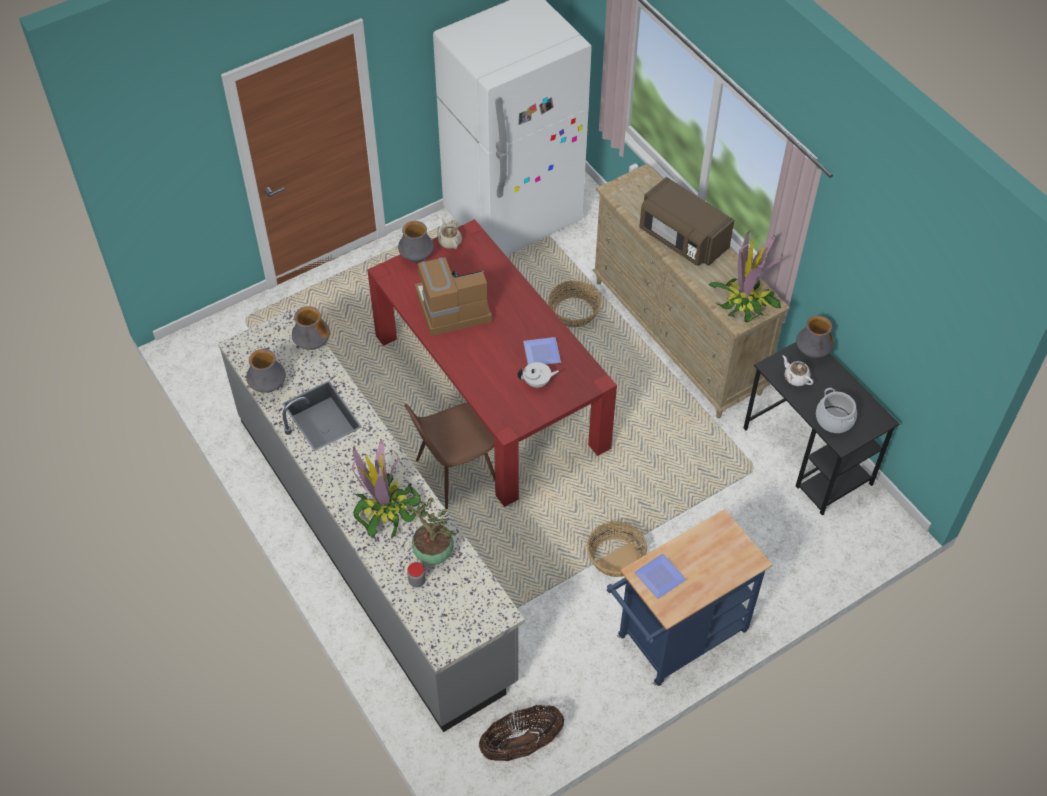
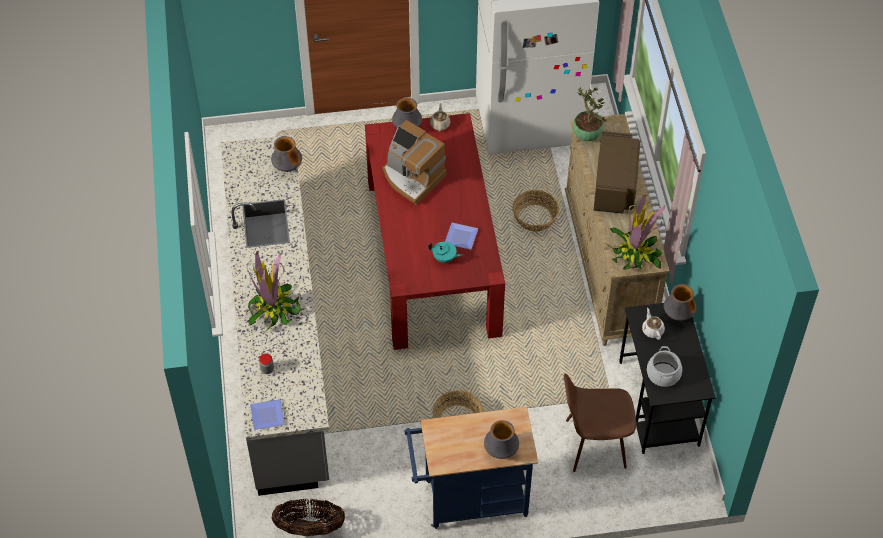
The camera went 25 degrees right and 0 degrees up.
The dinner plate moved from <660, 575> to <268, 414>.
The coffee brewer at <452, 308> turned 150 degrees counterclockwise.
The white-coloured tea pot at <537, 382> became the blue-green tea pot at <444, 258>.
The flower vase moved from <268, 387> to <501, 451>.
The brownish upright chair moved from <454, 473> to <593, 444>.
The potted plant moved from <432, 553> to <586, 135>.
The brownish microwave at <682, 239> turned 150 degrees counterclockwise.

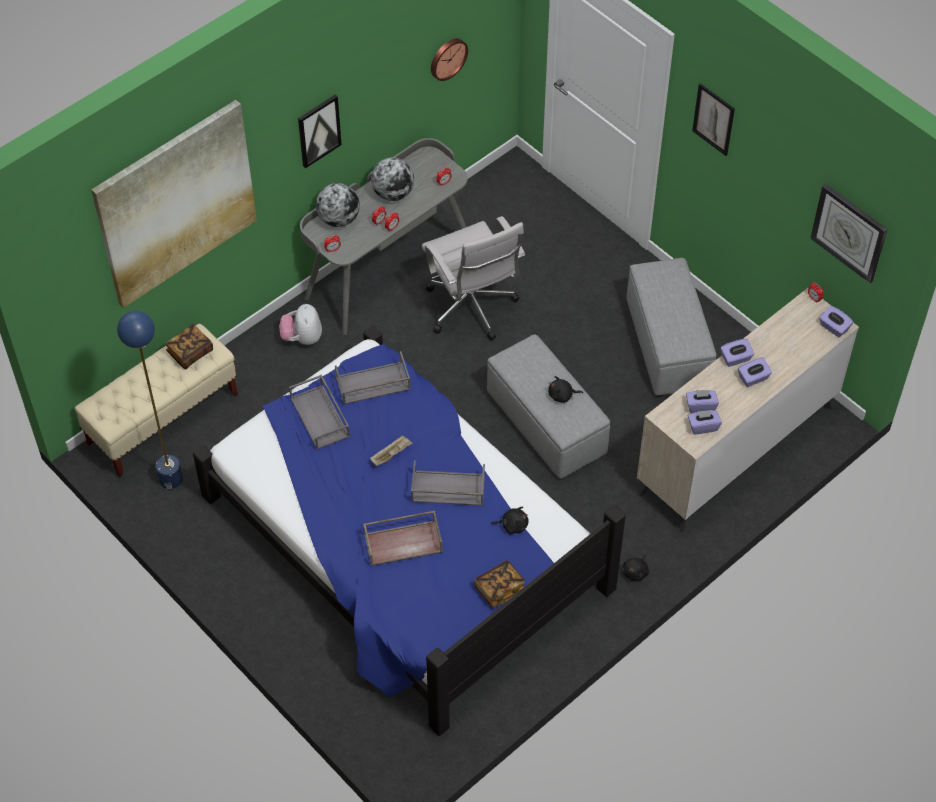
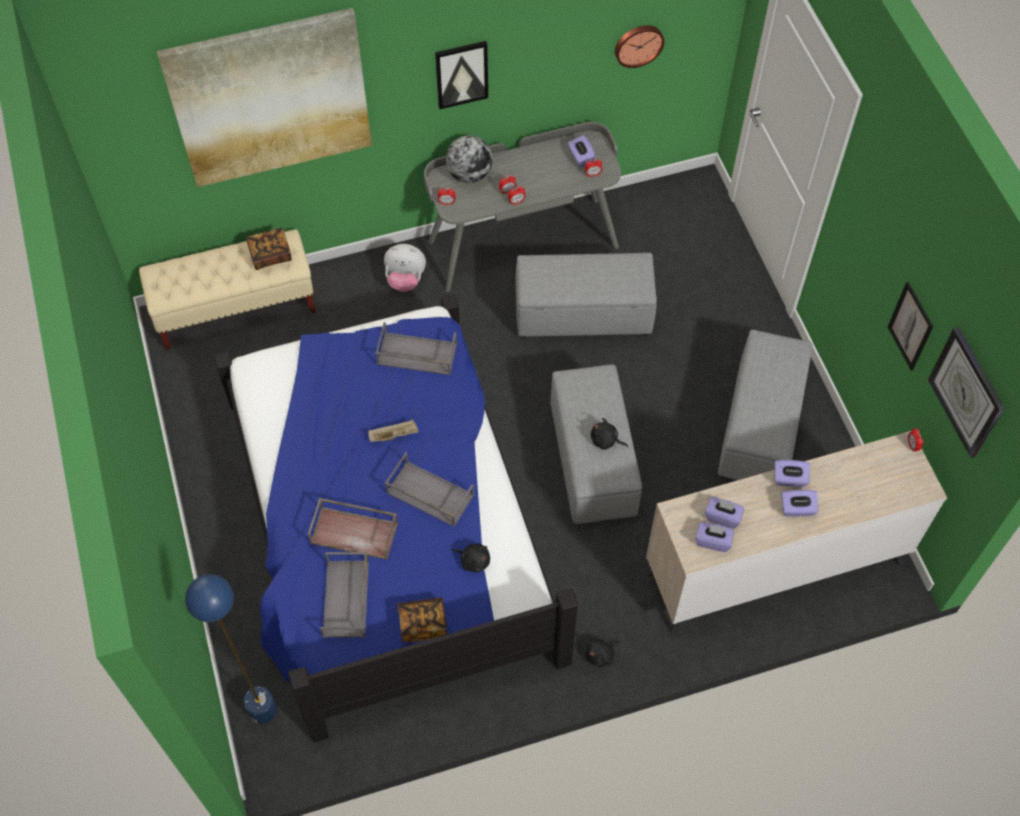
The camera went 25 degrees right and 5 degrees up.
The bluish floor lamp moved from <170, 478> to <262, 709>.
The greyish carrying tray moved from <321, 417> to <347, 599>.
The plush toy at <302, 338> turned 105 degrees counterclockwise.
The white-coloured computer chair at <472, 310> was replaced by the greyish footrest at <582, 314>.
The purple-coloured box of tissues moved from <834, 327> to <580, 158>.
The wall picture moved from <713, 119> to <910, 326>.
The globe at <393, 193> disappeared.

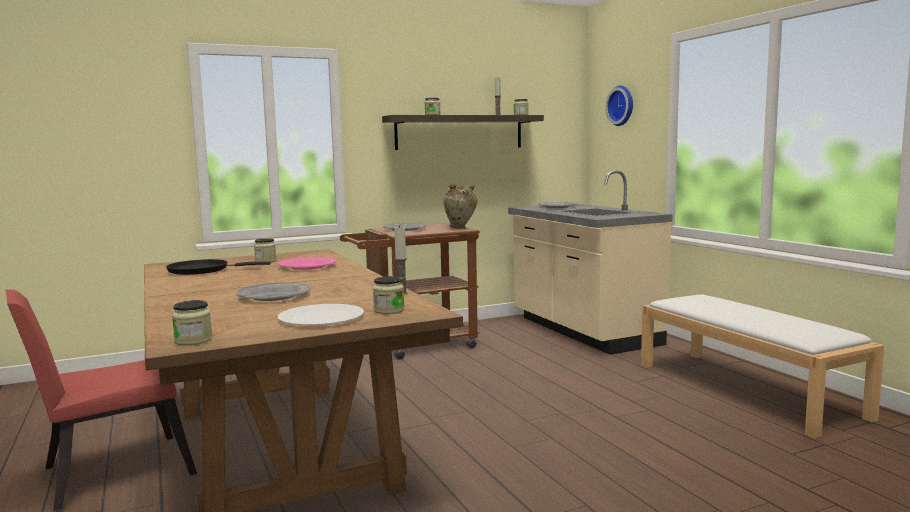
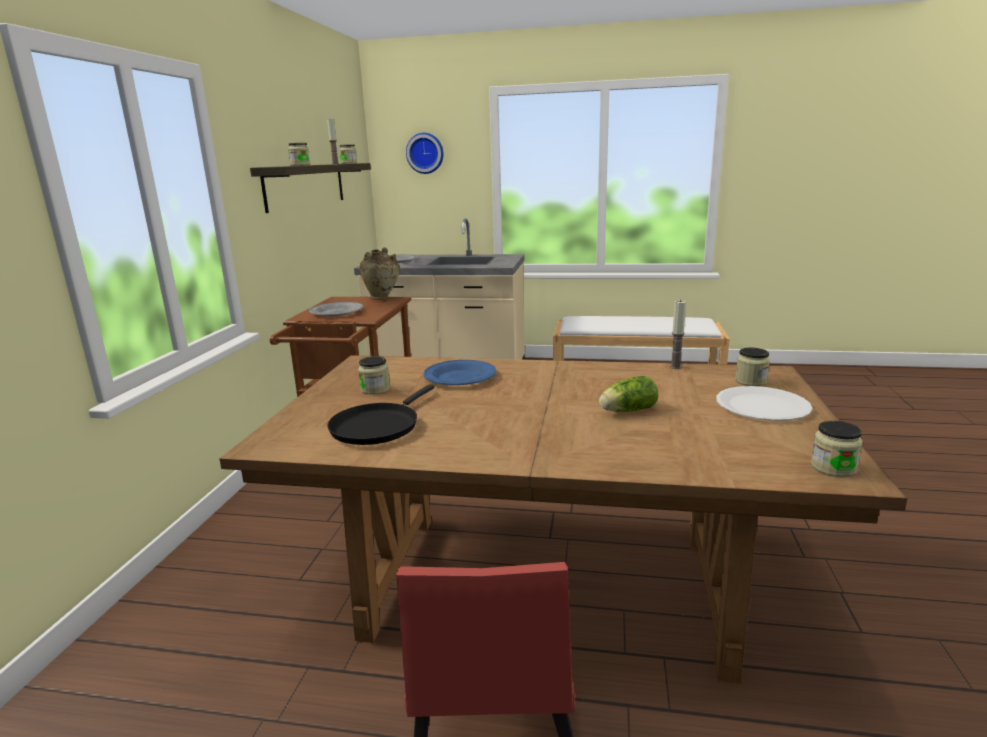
The camera went 55 degrees left and 10 degrees up.
The pink dinner plate at <307, 266> became the bluish dinner plate at <460, 377>.
The greyish dinner plate at <274, 296> was replaced by the head of lettuce at <626, 411>.

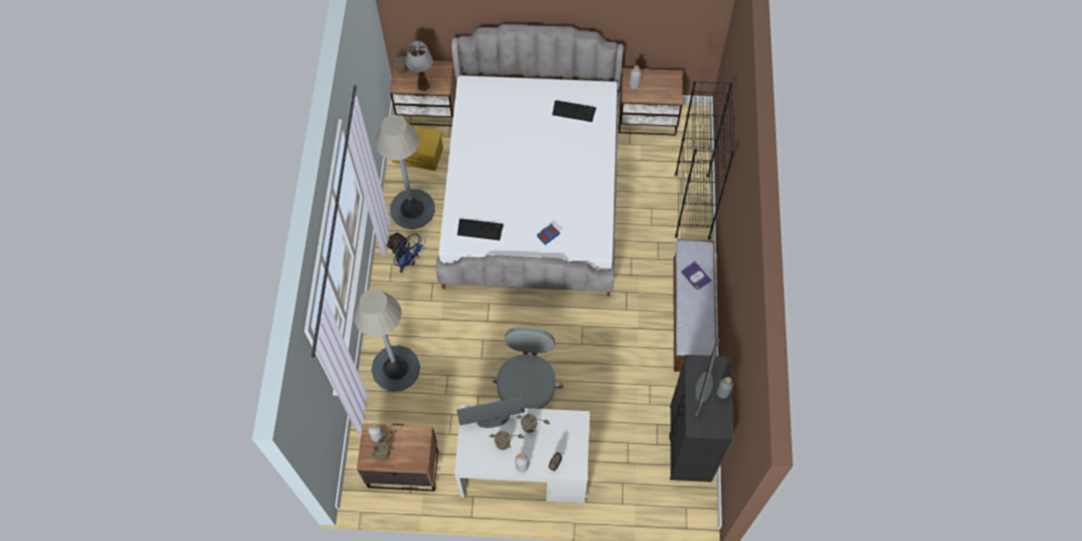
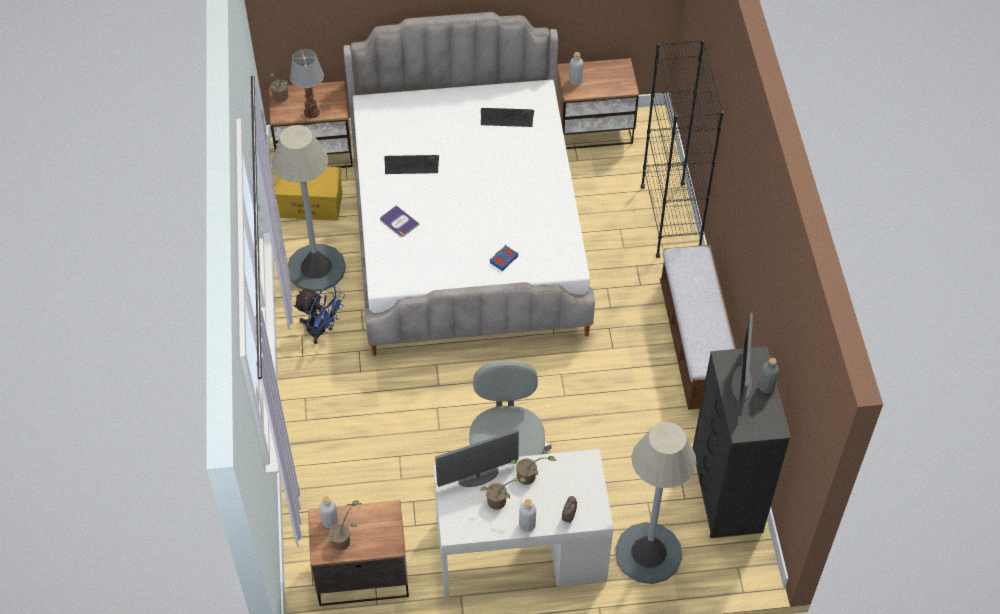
The camera went 10 degrees left and 10 degrees down.
The bound book moved from <696, 276> to <399, 222>.
The PC keyboard moved from <480, 229> to <411, 165>.
The greyish floor lamp moved from <395, 368> to <648, 553>.

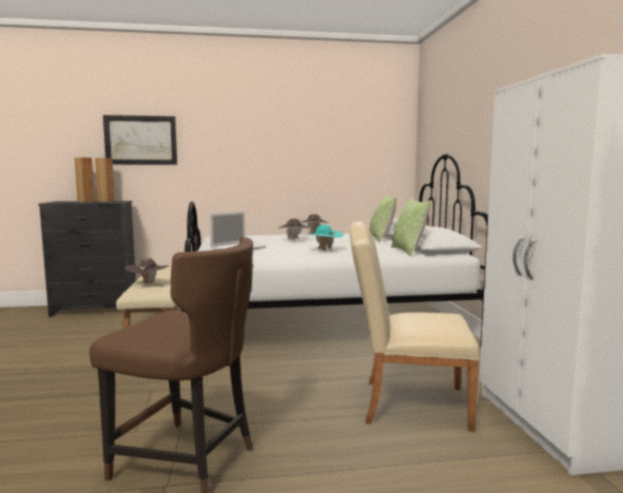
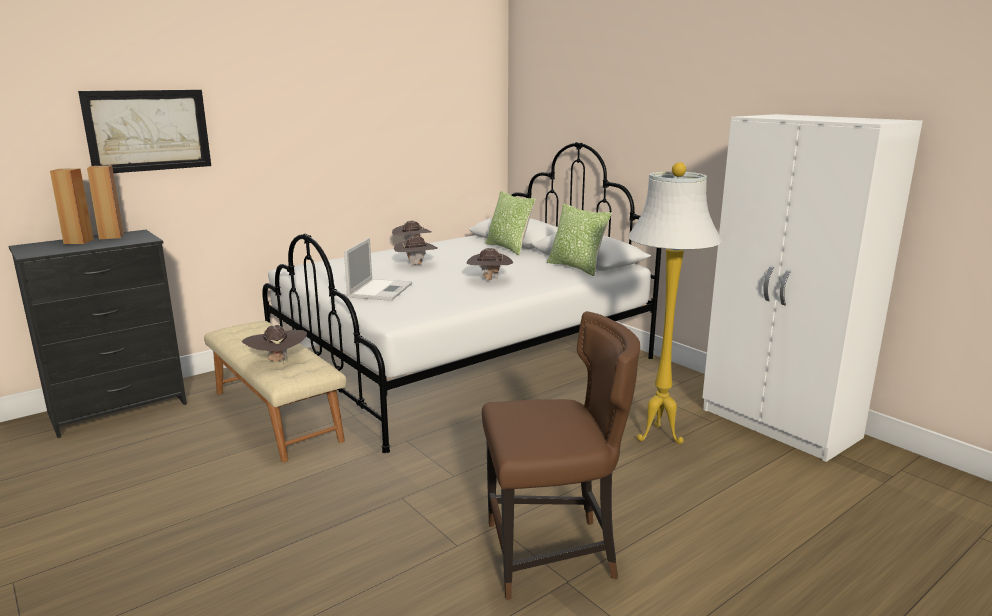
The camera went 30 degrees left and 10 degrees up.
The blue-green hat at <323, 250> became the brownish hat at <489, 280>.
The beige upright chair at <406, 403> was replaced by the white-coloured floor lamp at <657, 436>.

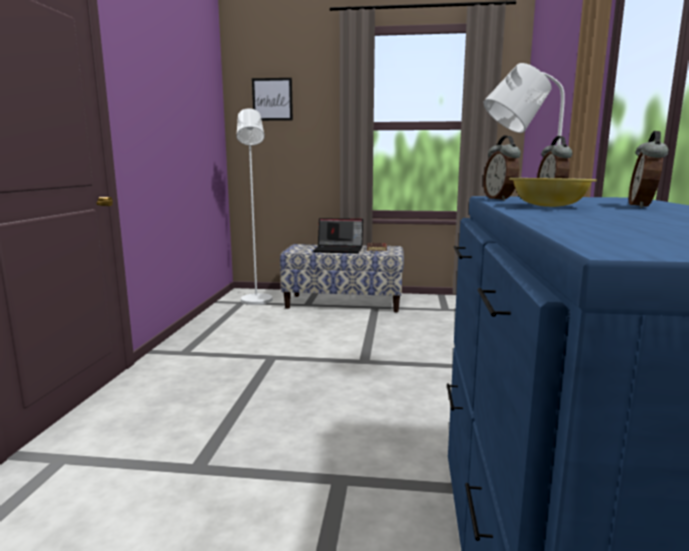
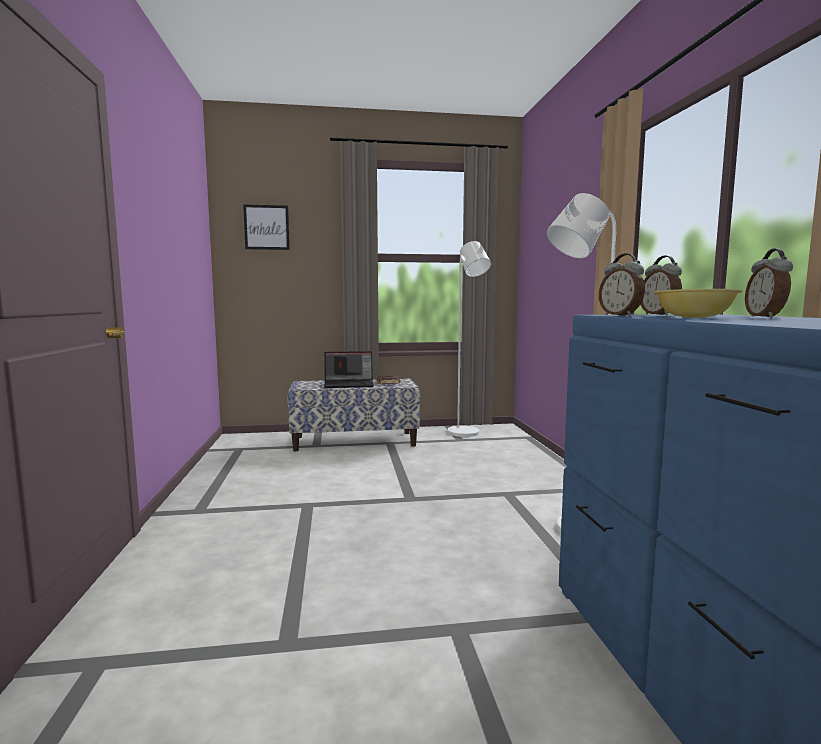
The camera went 15 degrees left and 5 degrees down.
The white-coloured floor lamp moved from <257, 302> to <466, 434>.

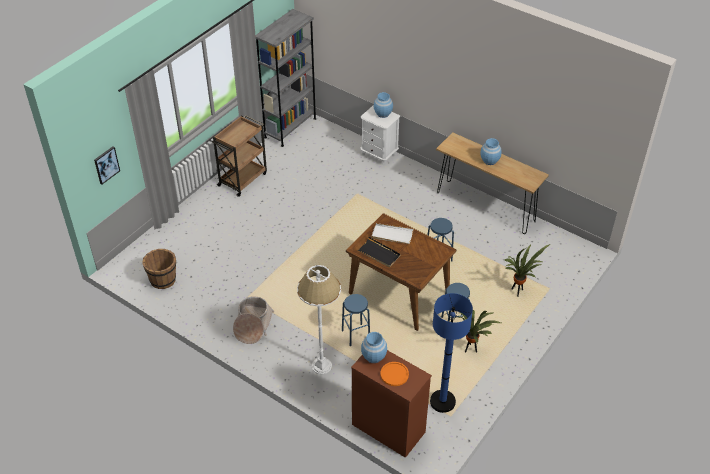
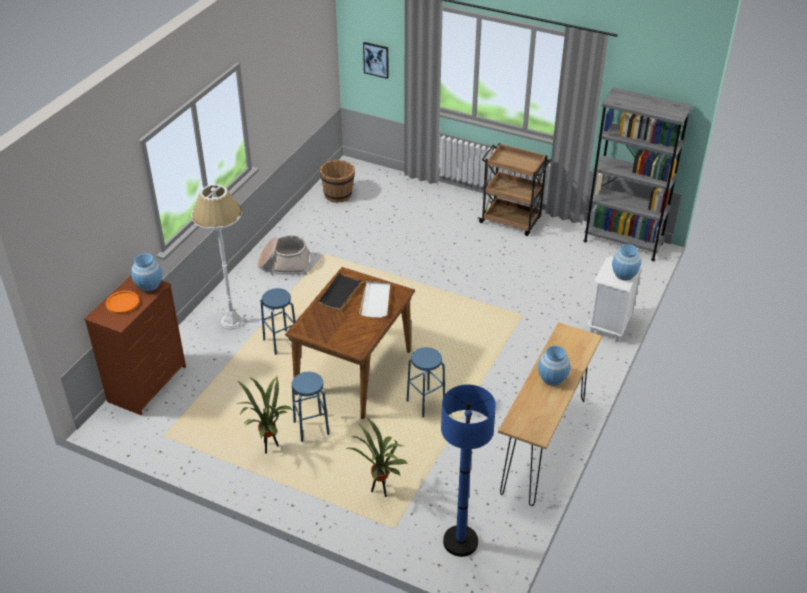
The camera went 80 degrees right and 5 degrees down.
The bluish floor lamp moved from <442, 402> to <460, 541>.

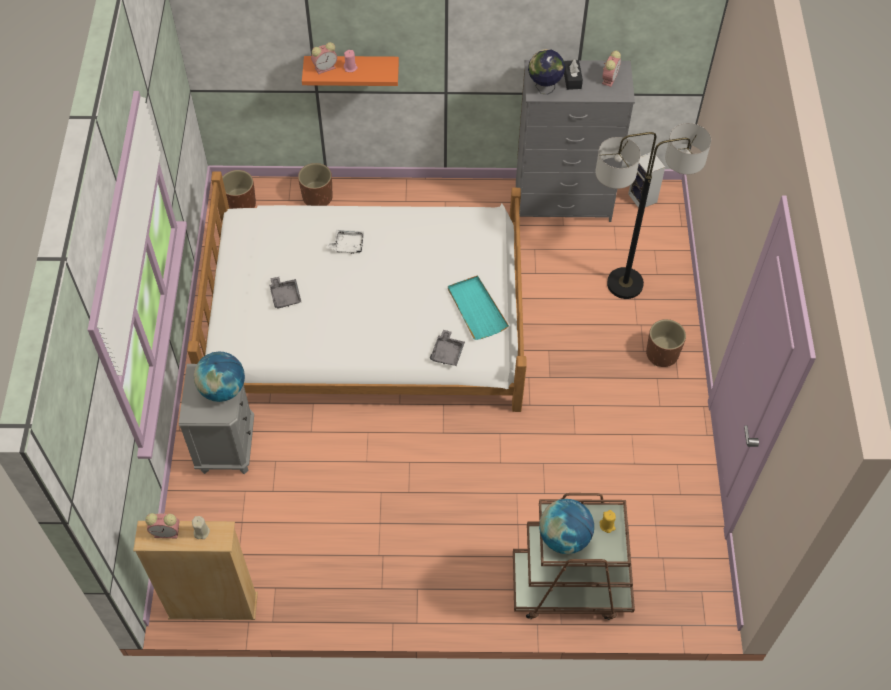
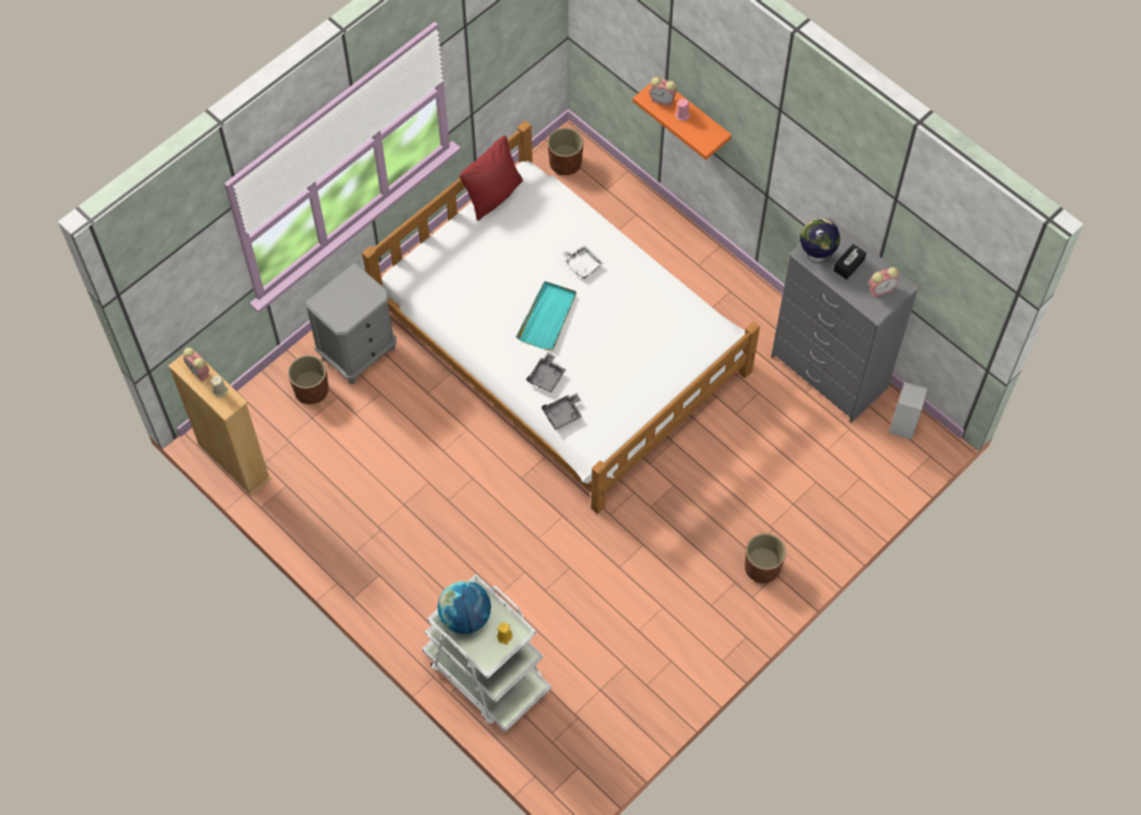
The camera went 45 degrees right and 5 degrees up.
The brownish flower pot moved from <317, 197> to <311, 390>.
The brownish wheeled cart at <570, 586> became the white-coloured wheeled cart at <486, 674>.
The red-coloured throw pillow at <493, 195> appeared.
The blue-green carrying tray moved from <476, 309> to <547, 317>.
The greyish carrying tray moved from <285, 296> to <546, 377>.
The globe at <223, 389> disappeared.
The floor lamp at <625, 284> disappeared.

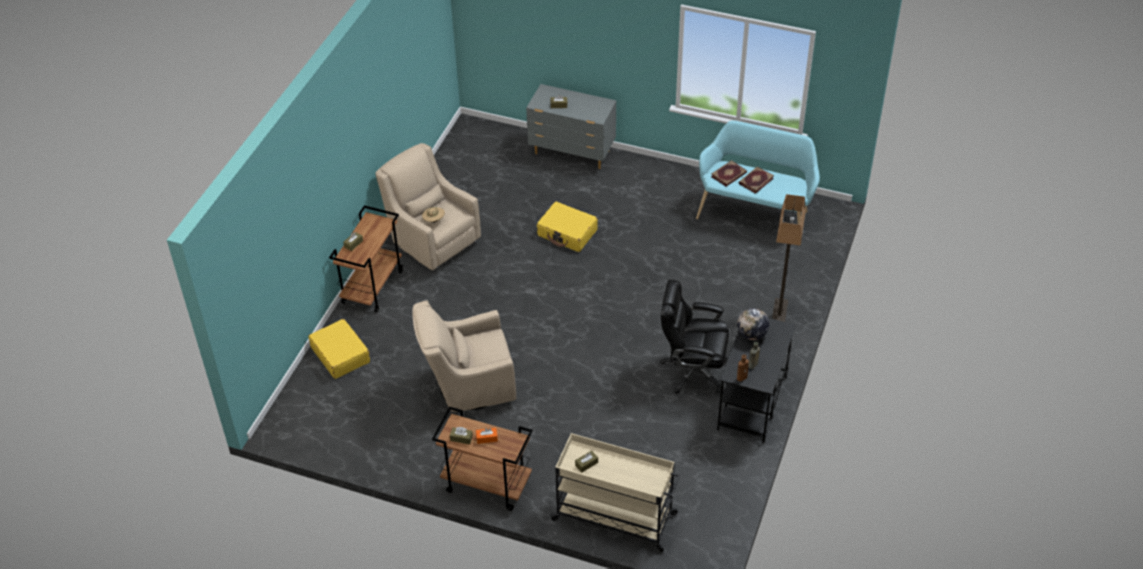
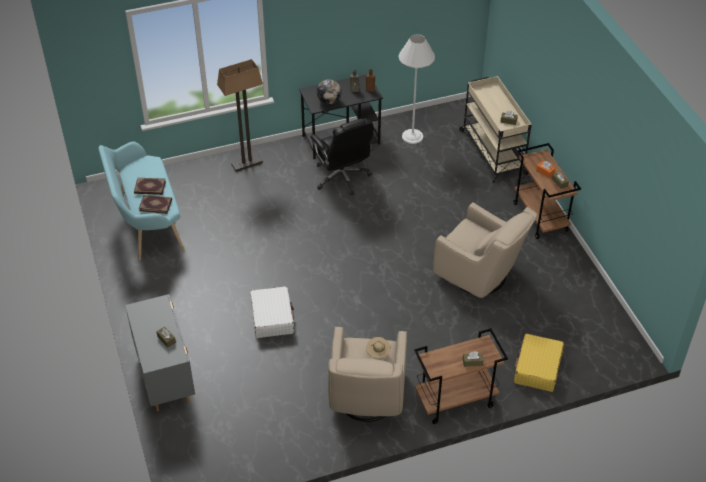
The camera went 130 degrees left and 0 degrees up.
The yellow travel case at <567, 233> became the white-coloured travel case at <272, 317>.
The white-coloured floor lamp at <412, 136> appeared.

